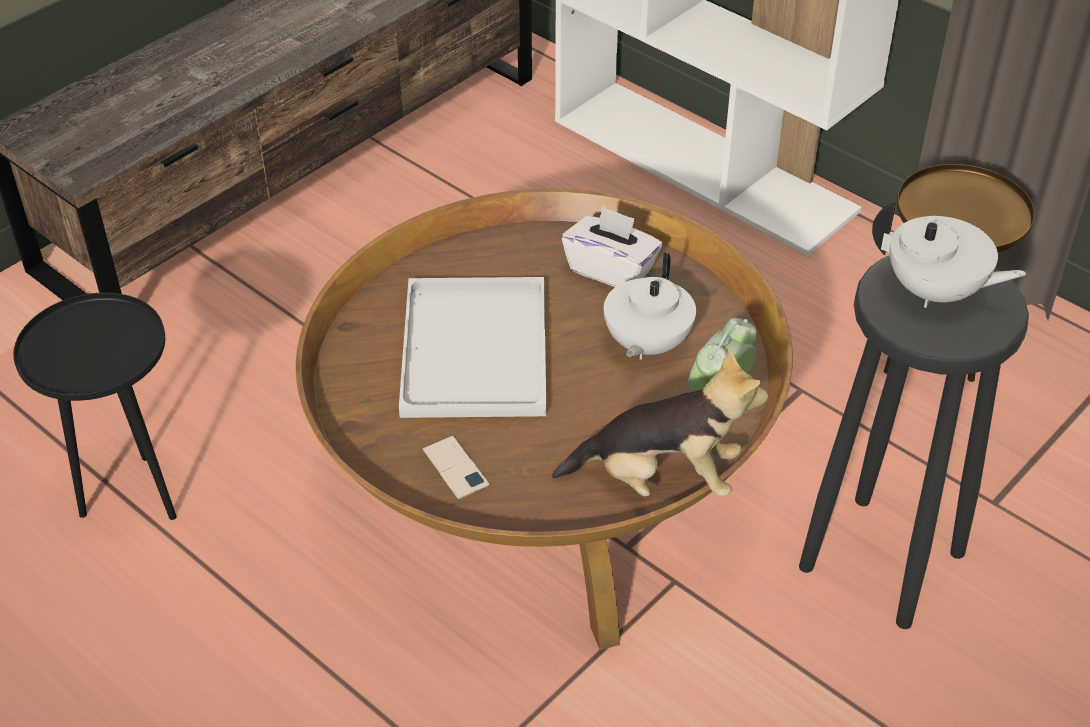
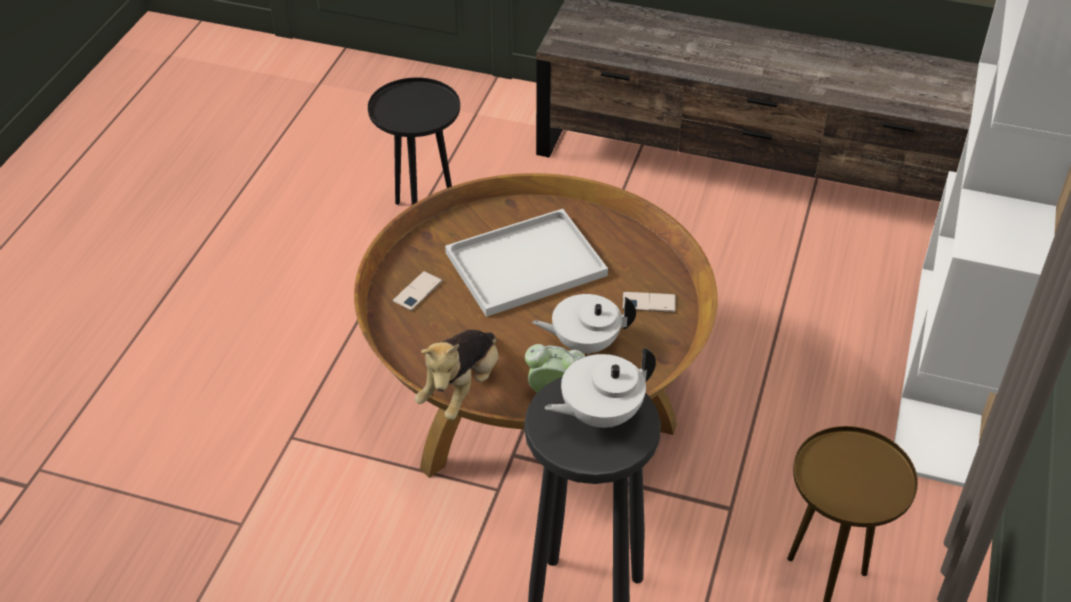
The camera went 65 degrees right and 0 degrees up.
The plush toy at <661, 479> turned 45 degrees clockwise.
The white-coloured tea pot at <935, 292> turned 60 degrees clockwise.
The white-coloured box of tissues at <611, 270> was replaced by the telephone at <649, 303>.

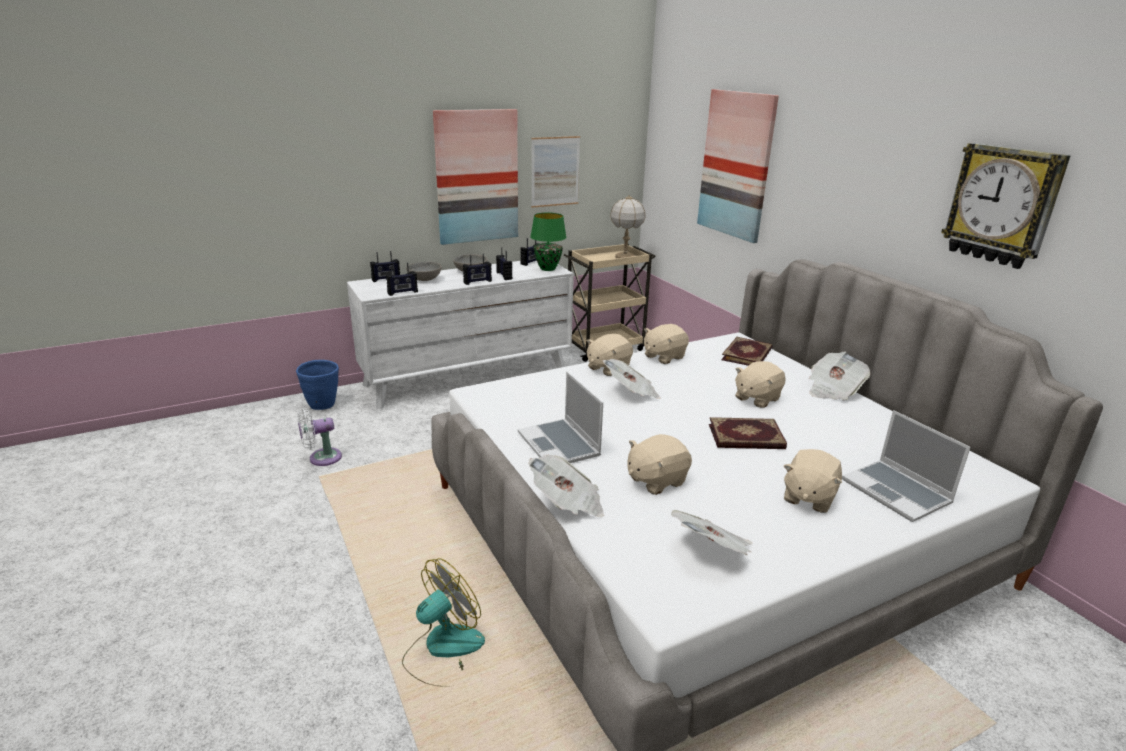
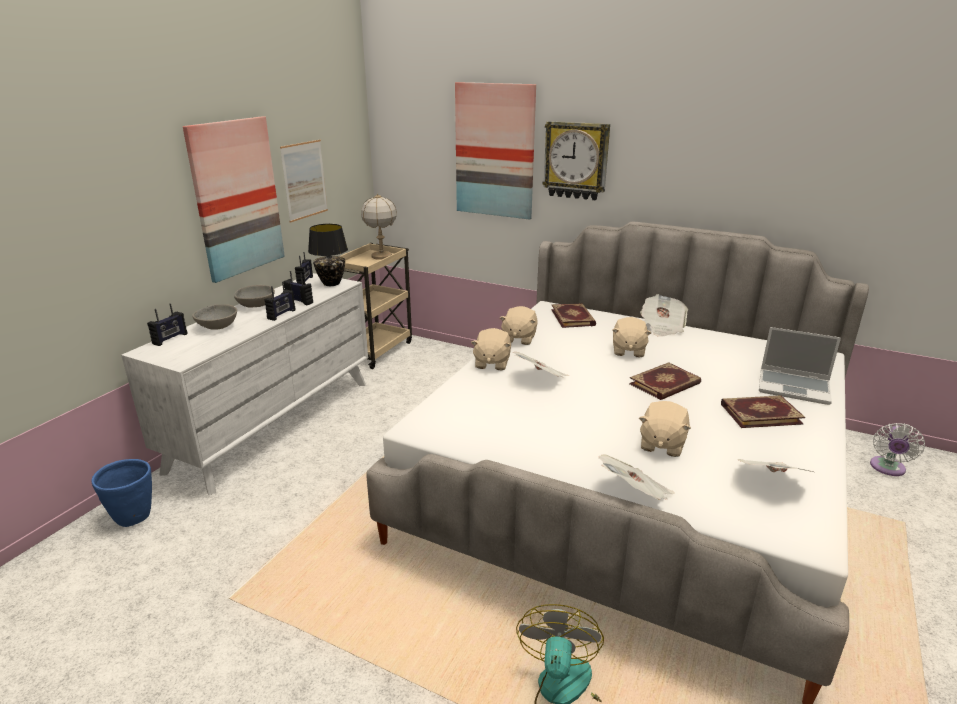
The camera went 35 degrees left and 0 degrees up.
The green tabletop lamp at <548, 268> became the black-coloured tabletop lamp at <331, 283>.
The clock on the wall moved from <1002, 205> to <576, 160>.
The beige plush toy at <808, 497> was replaced by the bound book at <760, 413>.
The white-coloured electric fan moved from <321, 458> to <887, 468>.
The radio receiver at <402, 293> disappeared.
The notebook computer at <560, 445> disappeared.

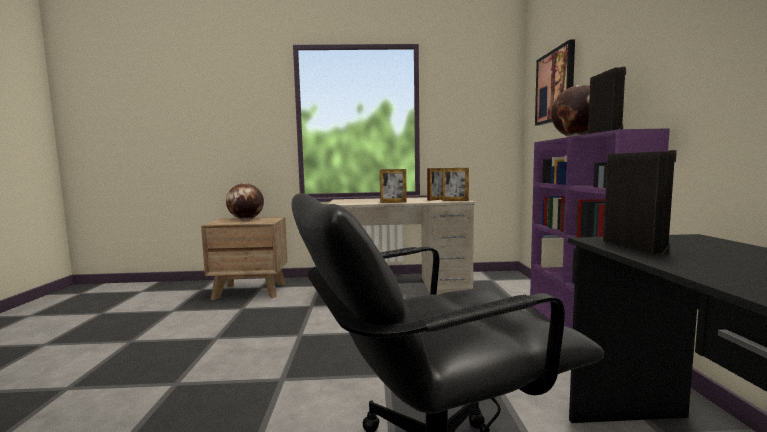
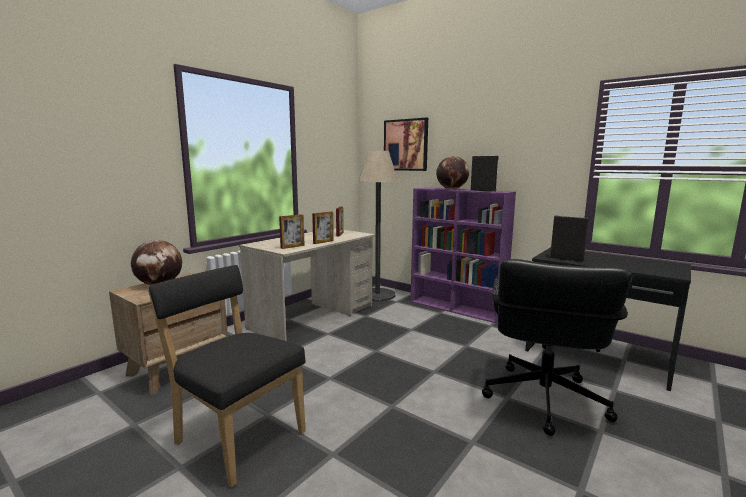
The camera went 50 degrees left and 5 degrees up.
The black-coloured upright chair at <237, 435> appeared.
The photo frame moved from <455, 200> to <292, 247>.
The floor lamp at <377, 295> appeared.

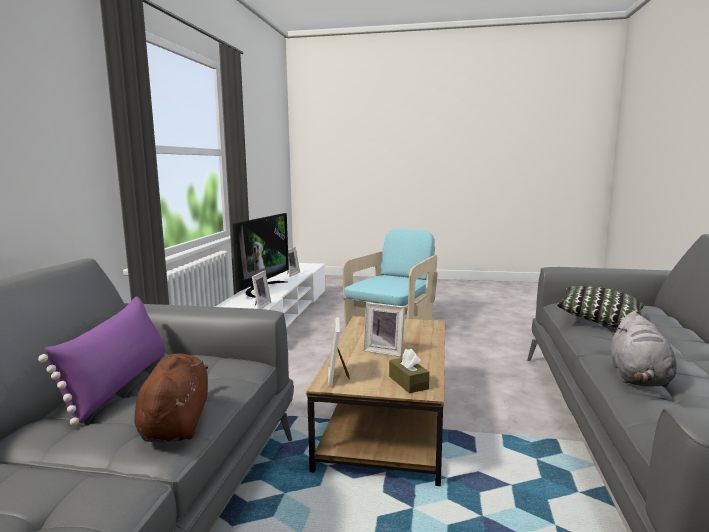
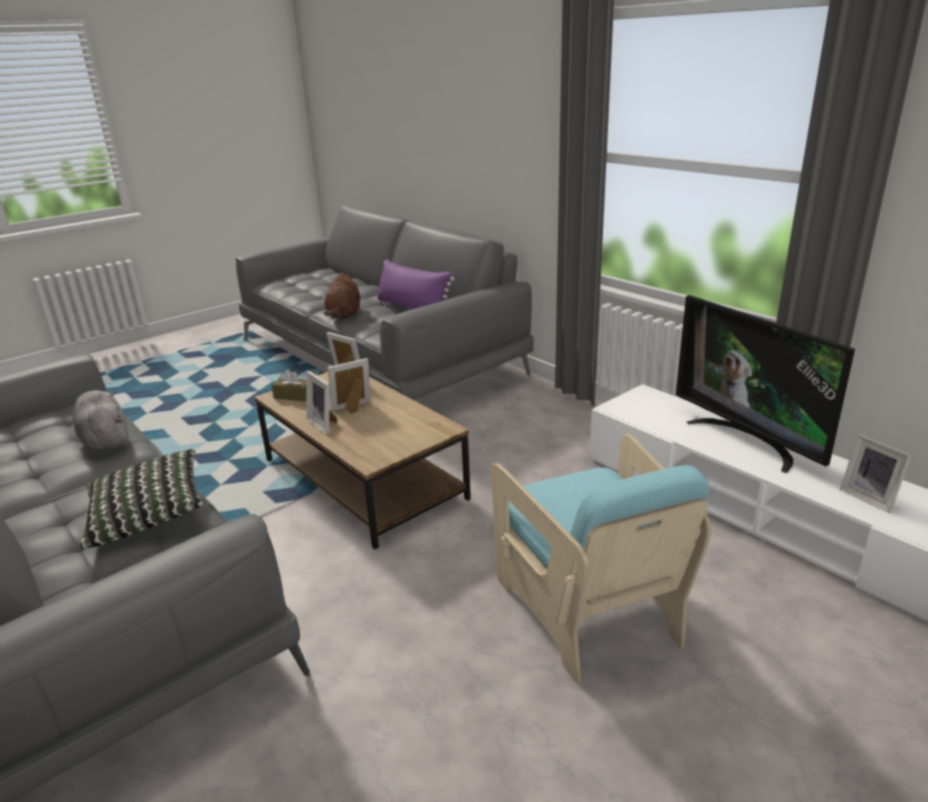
The camera went 130 degrees right and 15 degrees up.
The photo frame moved from <260, 306> to <325, 424>.
The brownish plush toy at <176, 423> turned 60 degrees clockwise.

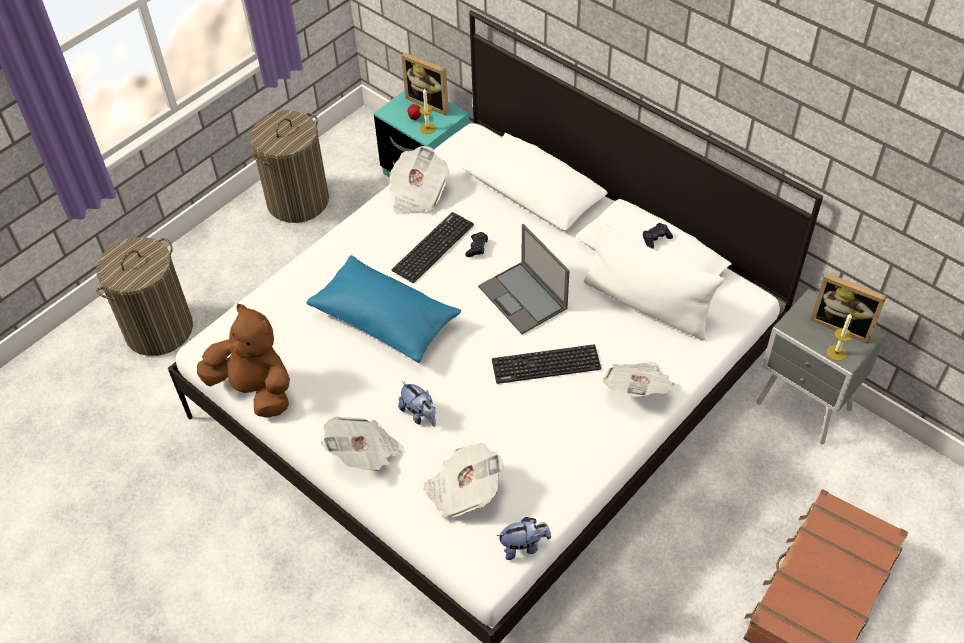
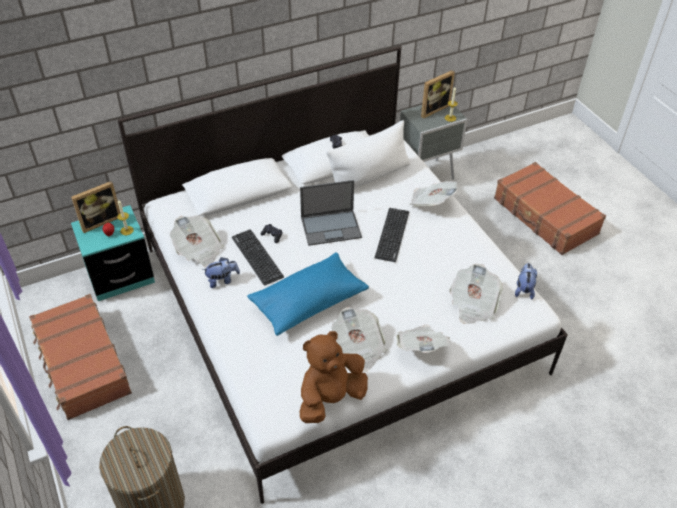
The camera went 70 degrees left and 5 degrees down.
The washing basket at <297, 201> was replaced by the brownish travel case at <82, 364>.
The plush toy moved from <419, 414> to <222, 280>.
The printed paper at <359, 348> appeared.

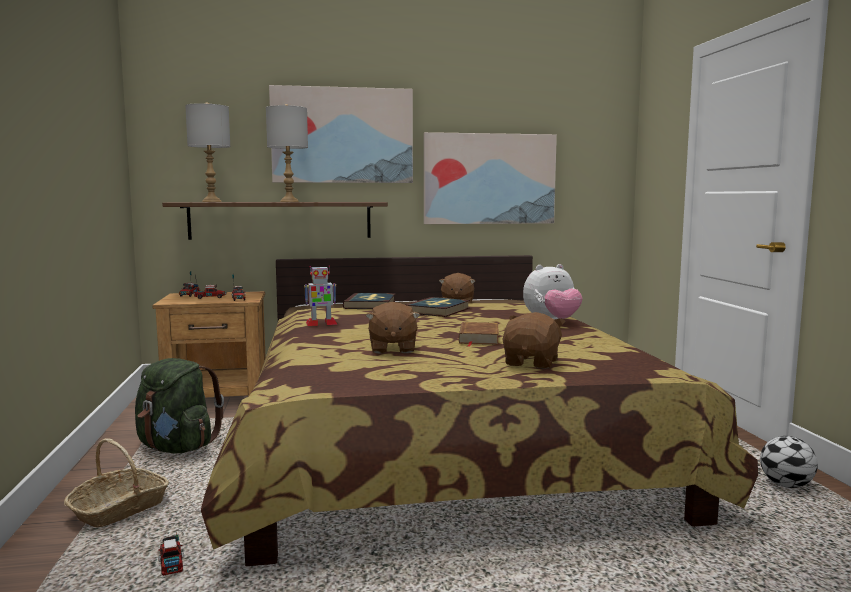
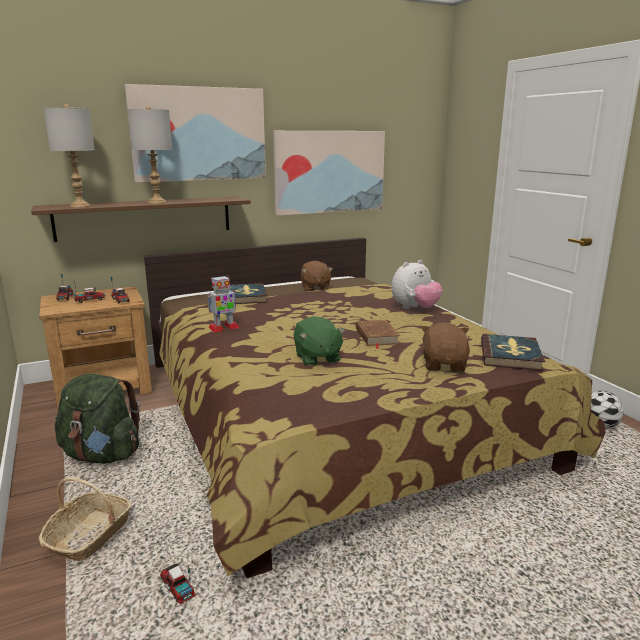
The camera went 15 degrees left and 10 degrees up.
The brownish plush toy at <392, 349> became the green plush toy at <317, 358>.
The bound book moved from <437, 310> to <510, 355>.

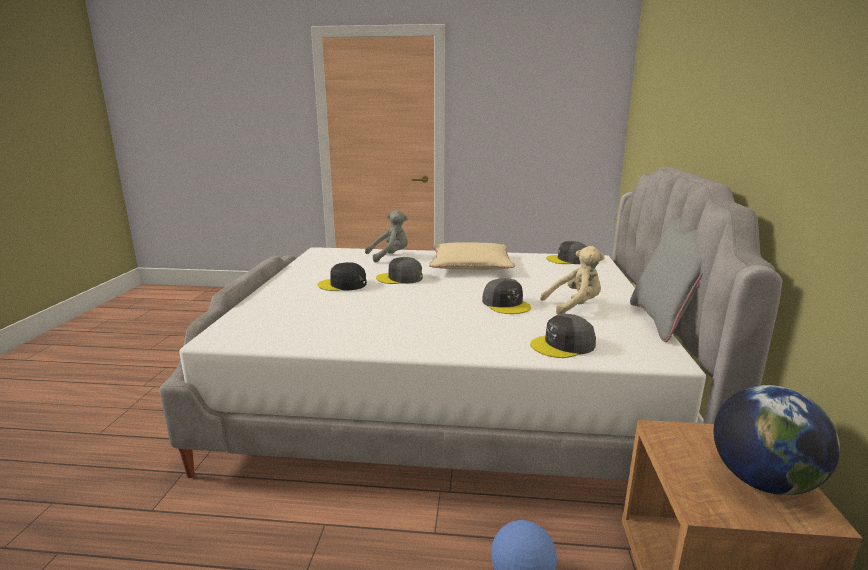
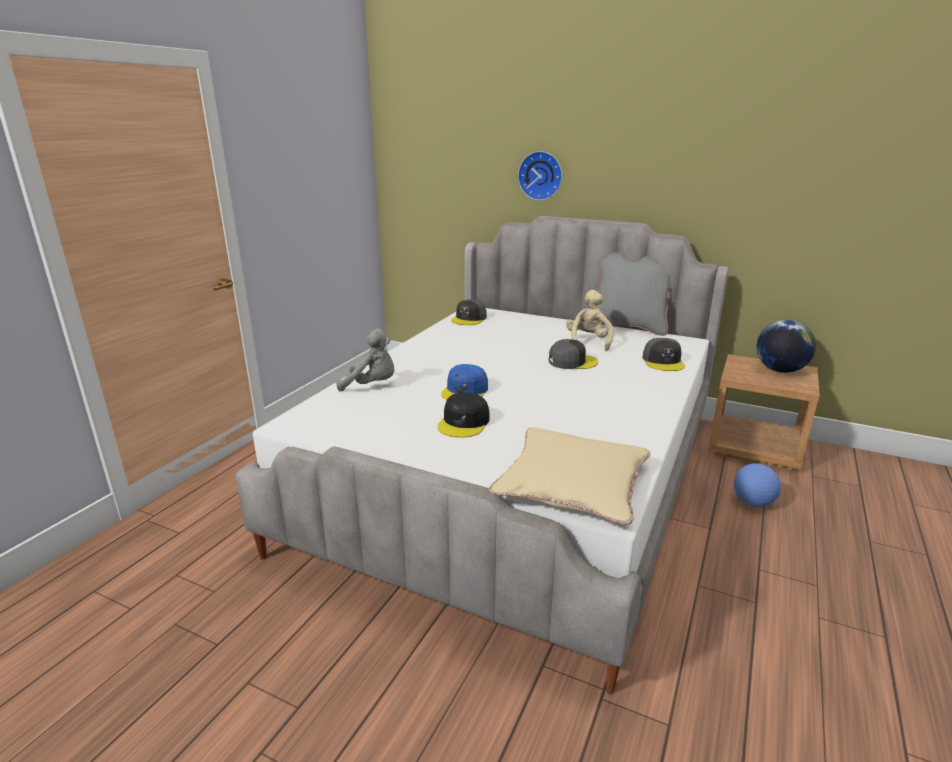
The camera went 70 degrees left and 5 degrees up.
The greyish plush toy at <390, 256> turned 105 degrees clockwise.
The greyish baseball cap at <400, 278> became the bluish baseball cap at <465, 391>.
The beige throw pillow moved from <470, 265> to <572, 484>.
The clock on the wall at <541, 175> appeared.

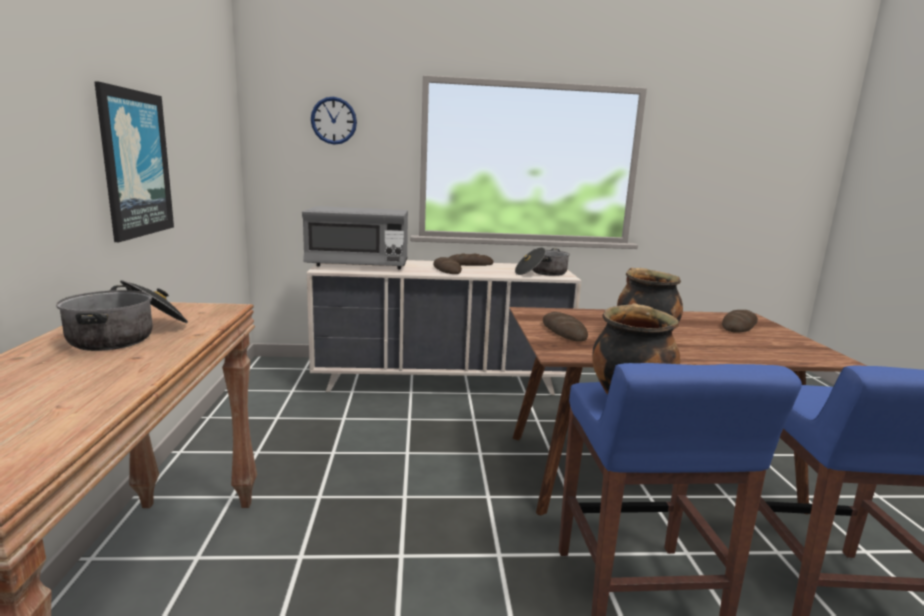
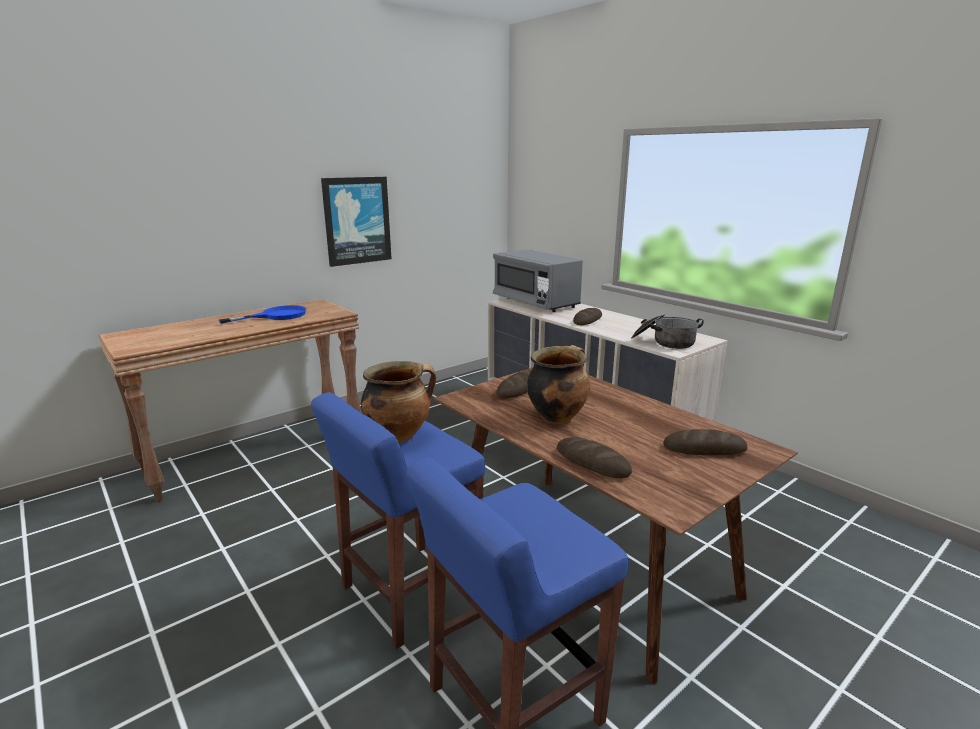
The camera went 55 degrees right and 5 degrees up.
The cooking pot at <128, 335> was replaced by the bluish pan at <276, 316>.
The bakery bread moved from <469, 264> to <592, 462>.
The clock on the wall at <334, 120> disappeared.

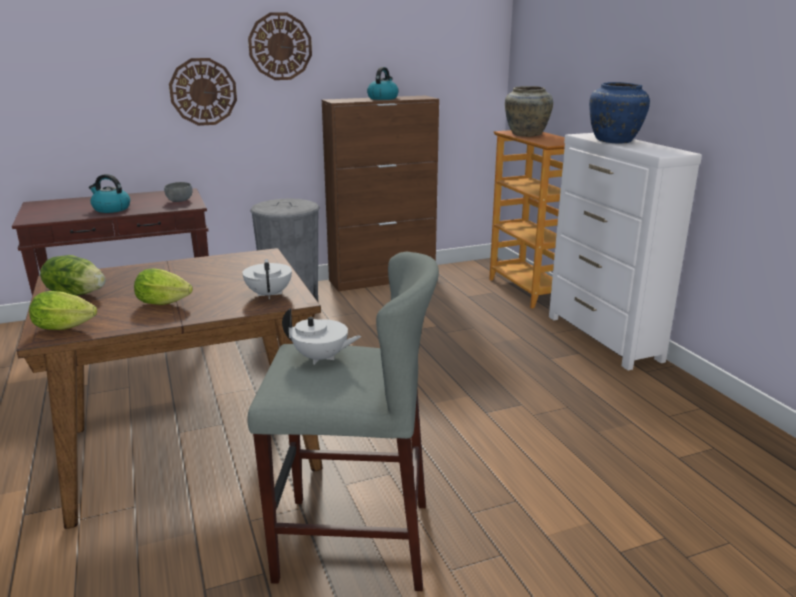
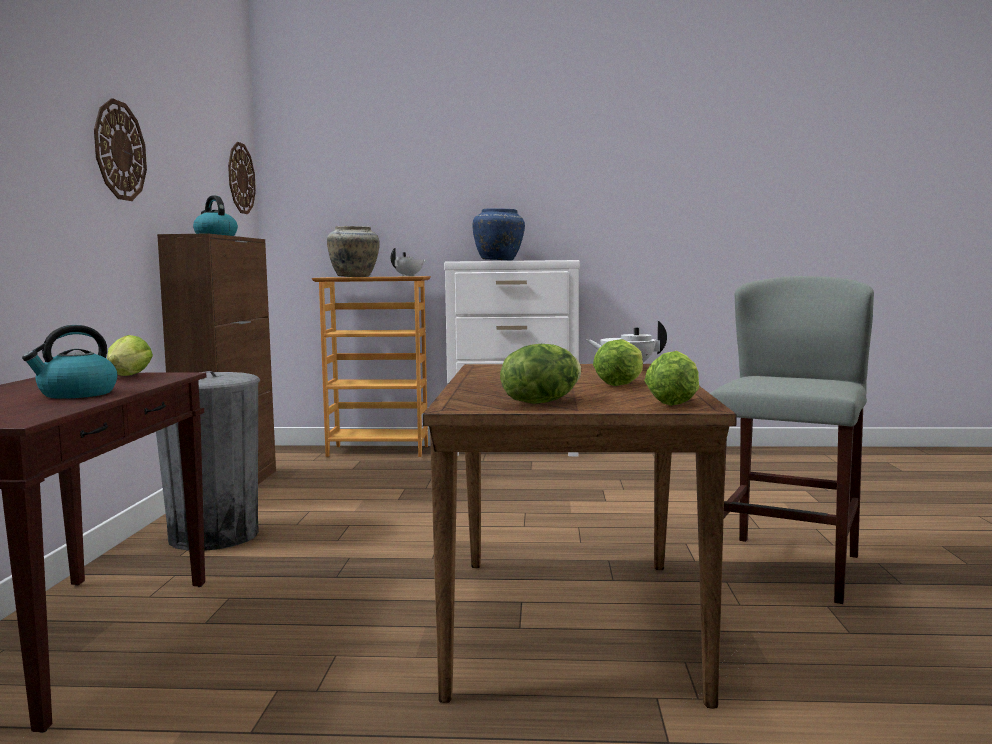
The camera went 65 degrees left and 15 degrees down.
The greyish bowl at <179, 201> was replaced by the head of lettuce at <127, 376>.
The clock on the wall moved from <203, 92> to <240, 178>.
The white-coloured tea pot moved from <321, 358> to <409, 276>.

